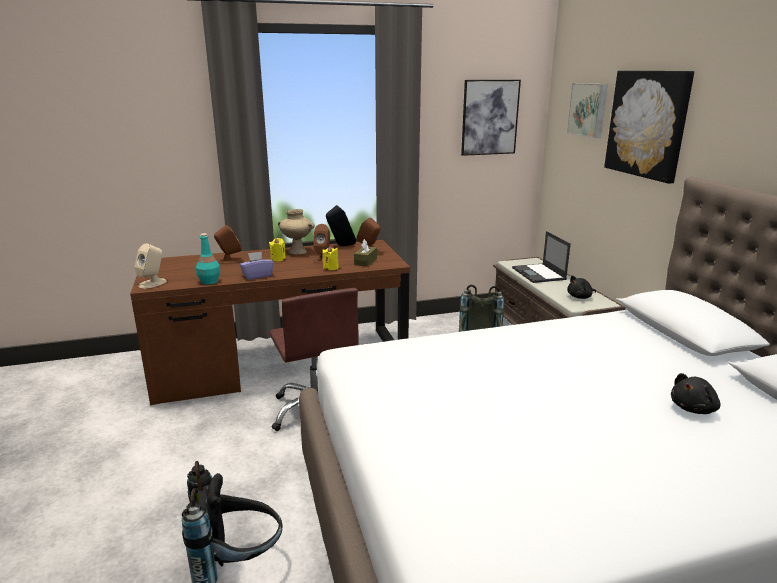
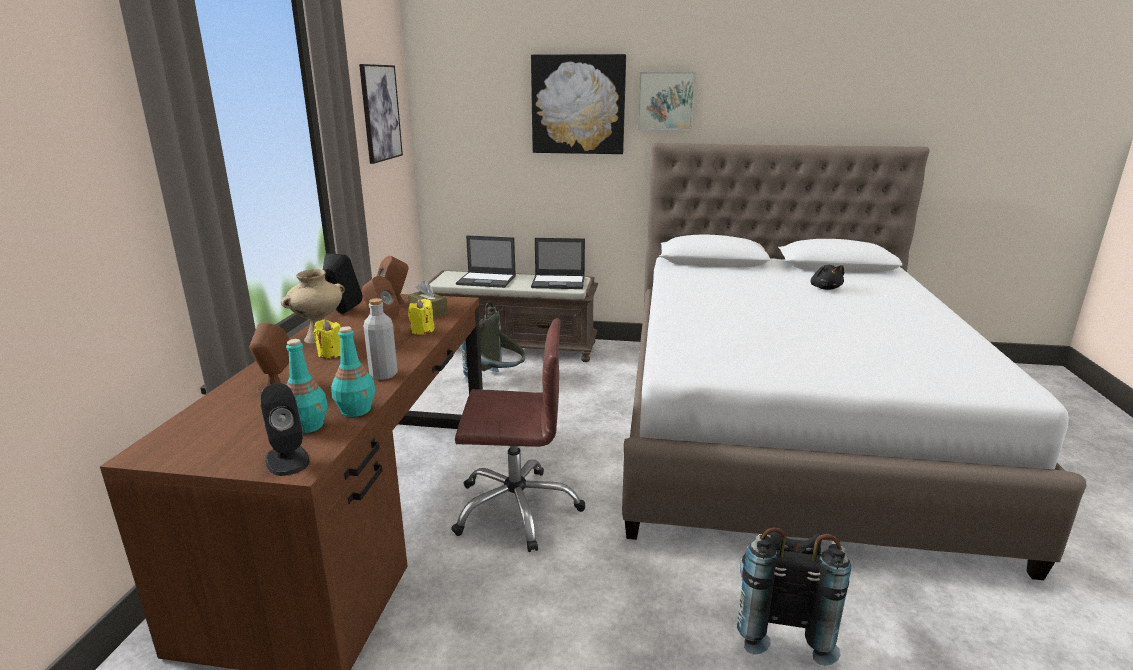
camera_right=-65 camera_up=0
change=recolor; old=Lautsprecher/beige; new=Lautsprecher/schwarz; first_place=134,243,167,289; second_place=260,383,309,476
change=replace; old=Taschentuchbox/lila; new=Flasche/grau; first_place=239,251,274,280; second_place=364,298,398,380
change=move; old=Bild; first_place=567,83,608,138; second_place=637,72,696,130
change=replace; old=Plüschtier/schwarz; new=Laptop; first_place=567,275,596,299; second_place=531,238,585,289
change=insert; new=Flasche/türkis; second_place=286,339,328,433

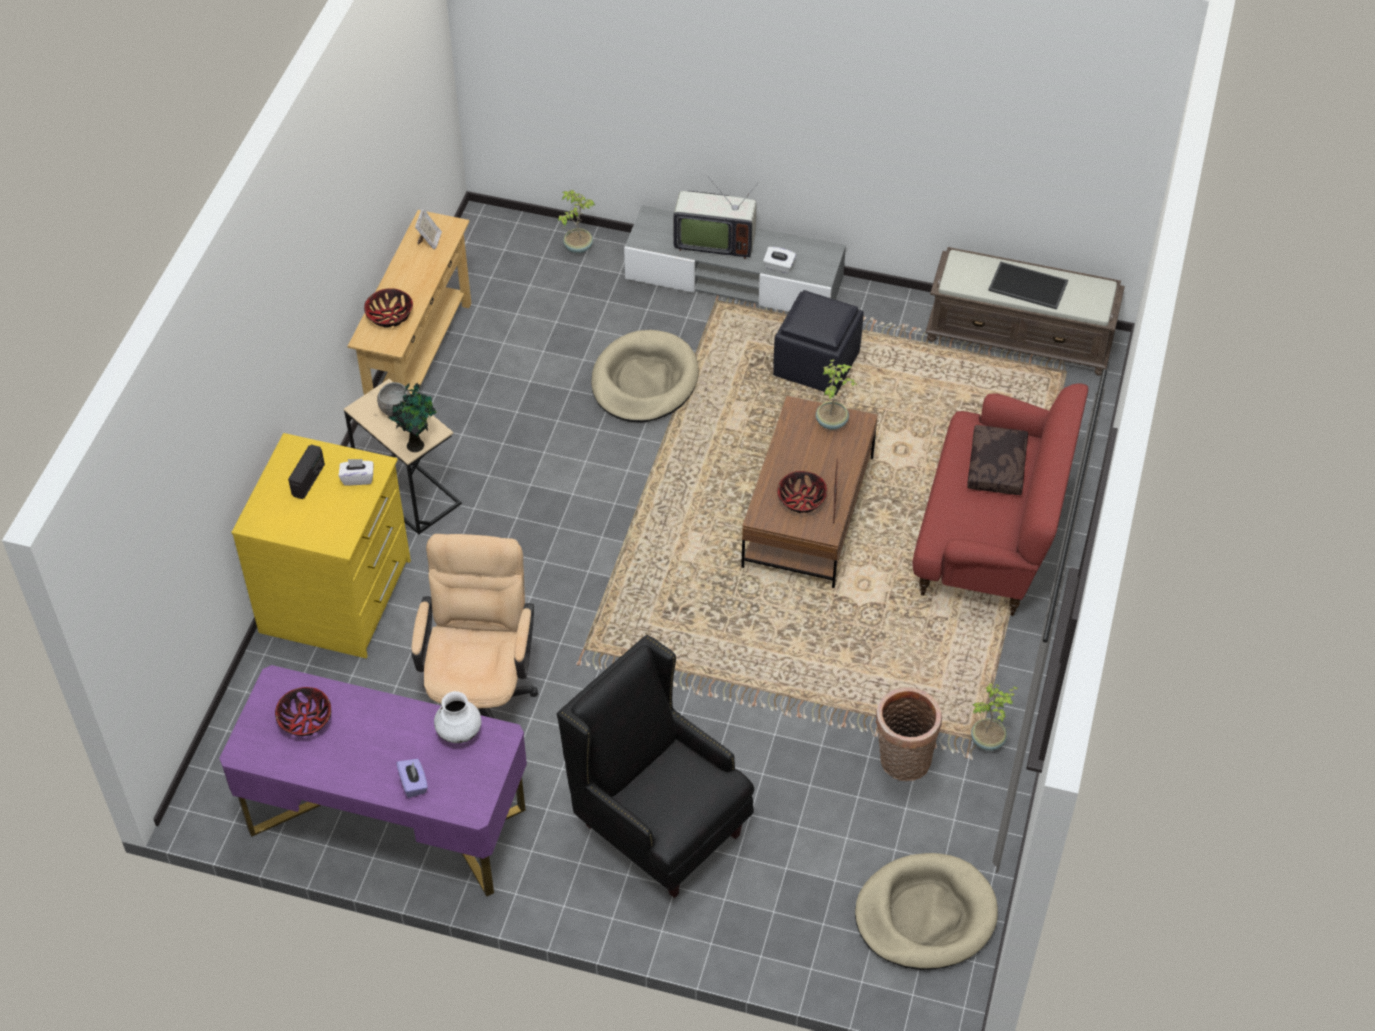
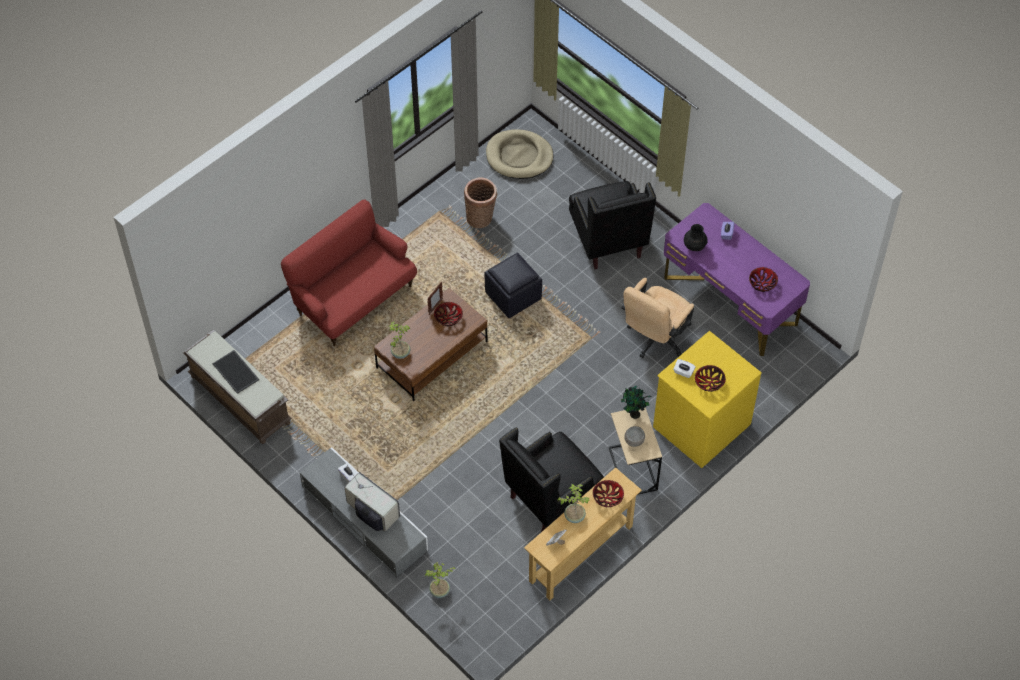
camera_right=-150 camera_up=5
change=replace; old=Radio; new=Schüssel; first_place=288,444,325,499; second_place=695,365,726,392
change=recolor; old=Vase/weiß; new=Vase/schwarz; first_place=434,691,481,743; second_place=684,224,708,251
change=delete; old=Hundebett/beige; first_place=591,330,699,423
change=move; old=Polsterhocker/schwarz; first_place=773,290,864,395; second_place=485,253,542,318
change=delete; old=Kissen/braun; first_place=967,425,1028,495
change=move; old=Topfpflanze; first_place=971,683,1018,751; second_place=558,484,590,523
change=insert; new=Sessel/schwarz; second_place=499,428,604,532

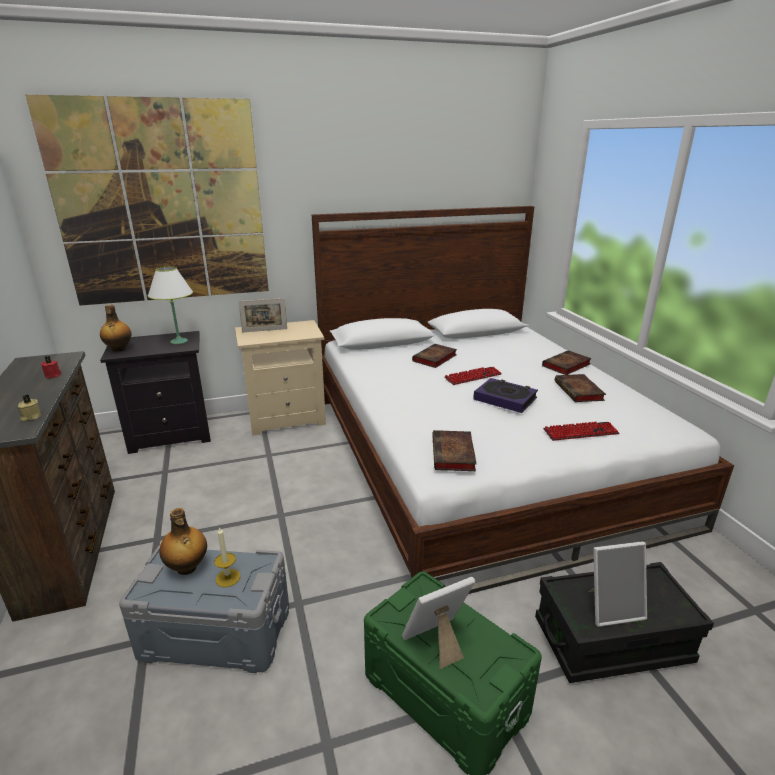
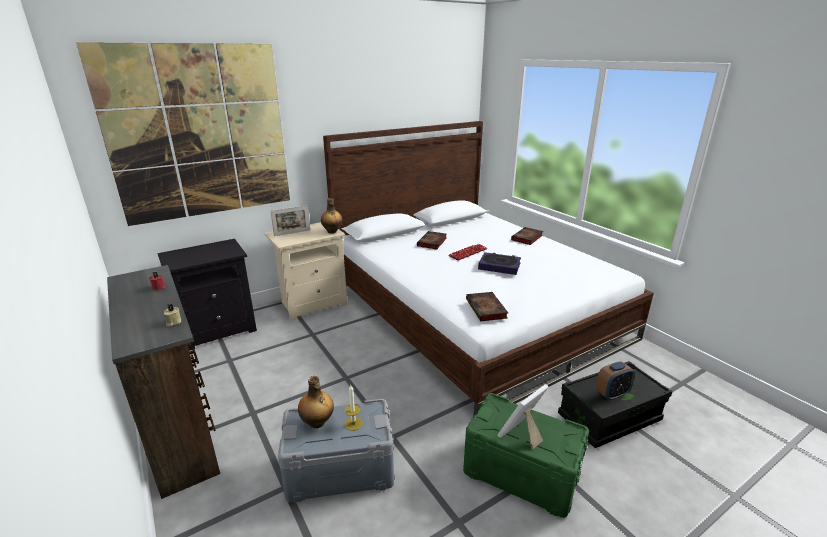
camera_right=-15 camera_up=0
change=move; old=Flasche; first_place=100,305,132,352; second_place=321,198,343,233
change=delete; old=Tischlampe/weiß; first_place=148,267,193,344
change=delete; old=Tastatur; first_place=543,422,619,441
change=delete; old=Buch; first_place=555,374,606,402
change=replace; old=Bilderrahmen; new=Wecker; first_place=589,541,647,627; second_place=595,361,635,401

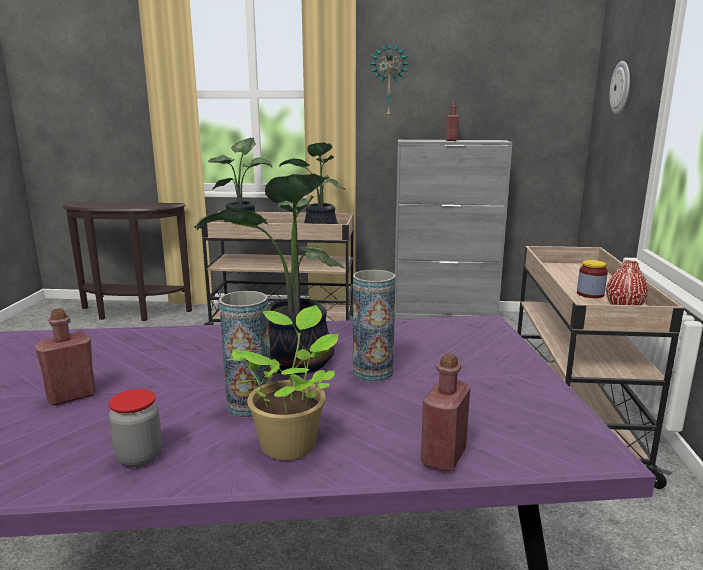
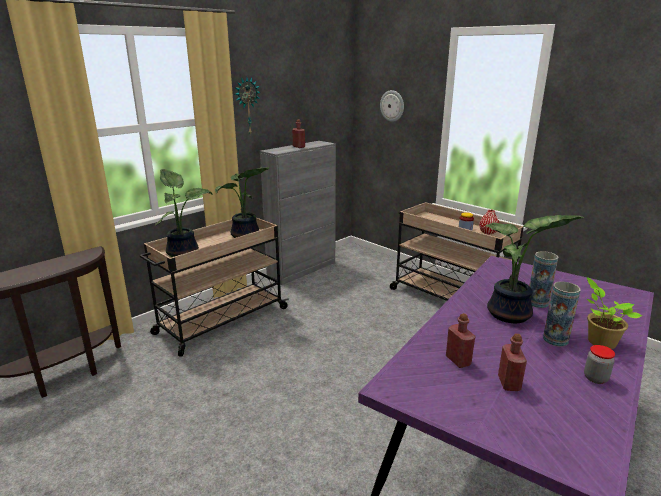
camera_right=-50 camera_up=5
change=move; old=Flasche/rot; first_place=421,353,470,472; second_place=446,313,475,368

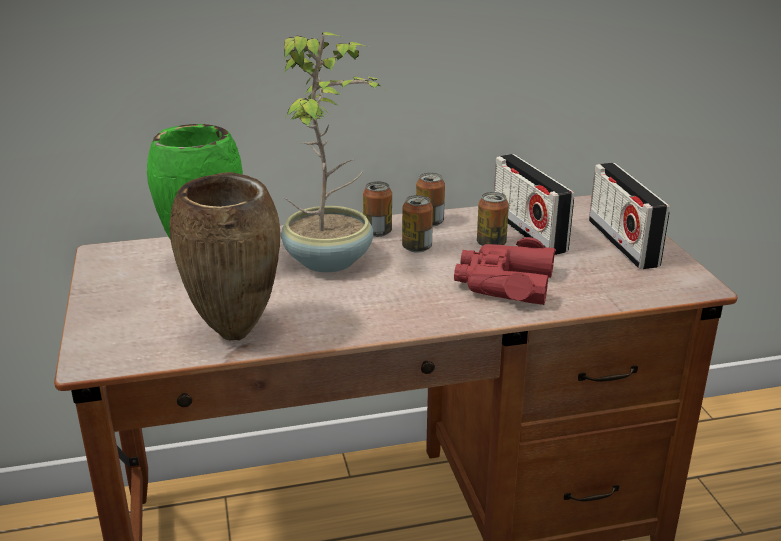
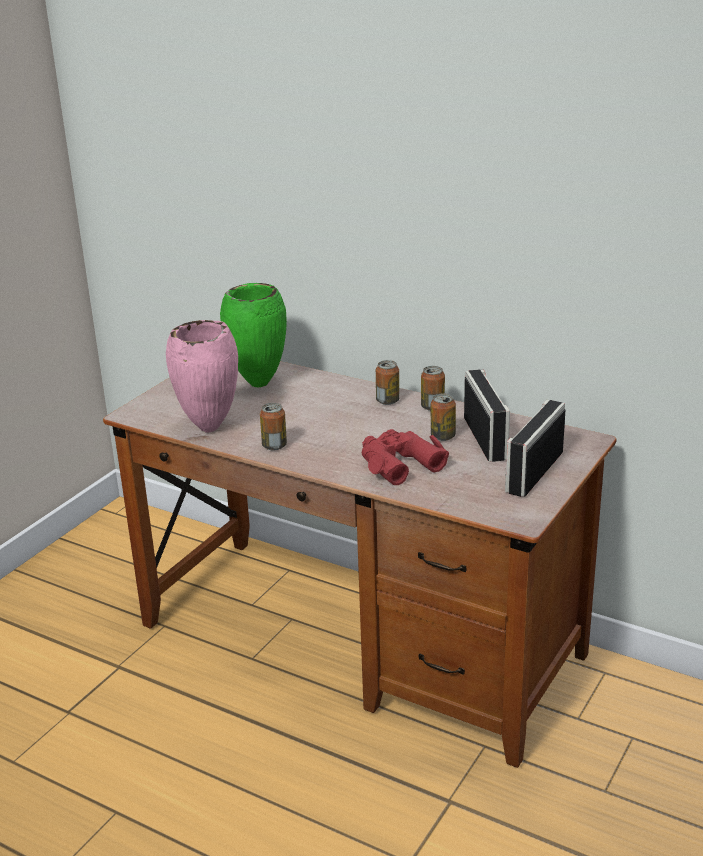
camera_right=45 camera_up=0
change=recolor; old=Vase/braun; new=Vase/rosa; first_place=169,172,281,340; second_place=166,320,238,432
change=delete; old=Topfpflanze; first_place=281,32,384,272
change=move; old=Dose; first_place=402,195,433,253; second_place=260,403,287,450
change=rotate; old=Radio; first_place=494,154,574,255; second_place=464,369,510,462; degrees=150

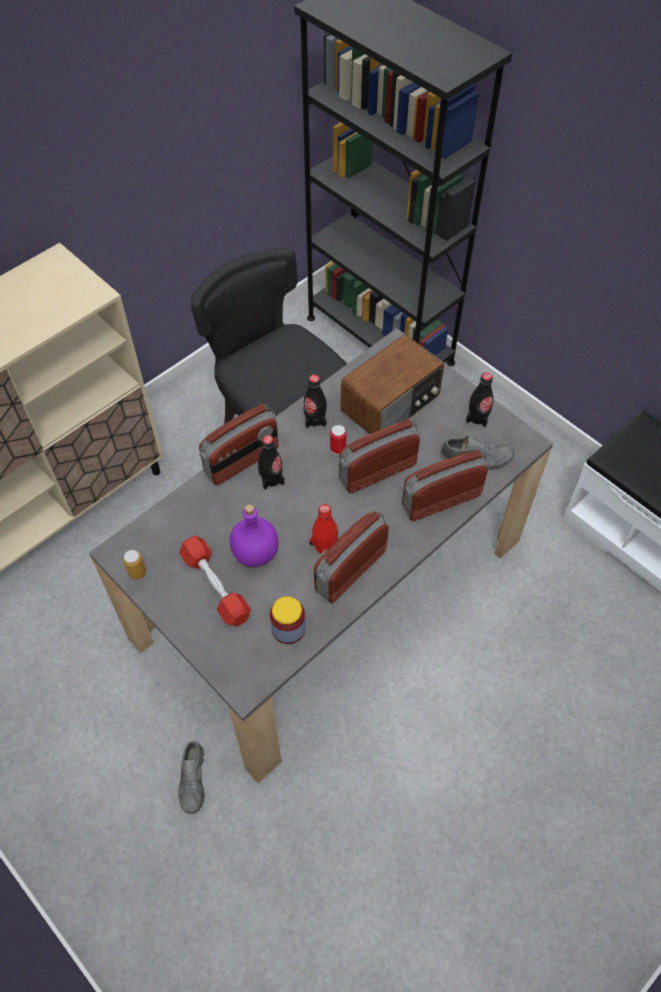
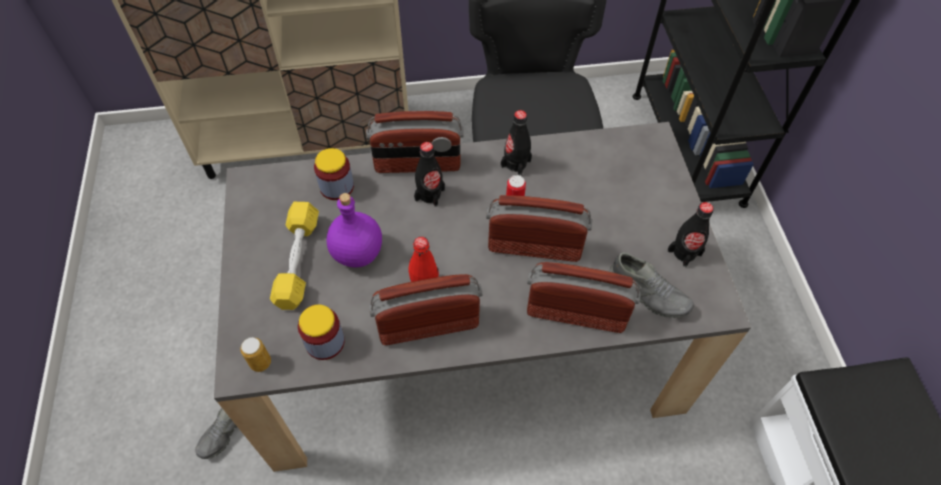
camera_right=35 camera_up=0
change=move; old=Dose; first_place=123,550,146,580; second_place=240,337,271,372
change=recolor; old=Hantel/rot; new=Hantel/gelb; first_place=179,536,251,627; second_place=270,202,319,310
change=delete; old=Radio; first_place=341,334,444,434
change=insert; new=Vorratsglas; second_place=314,148,354,200

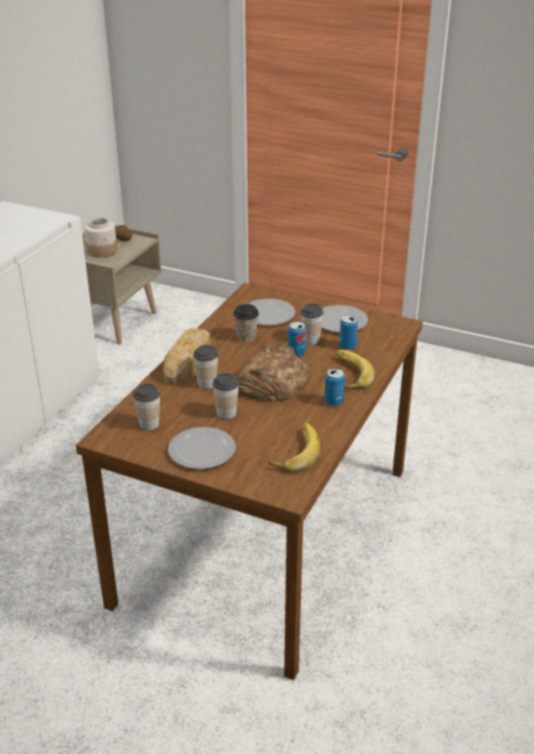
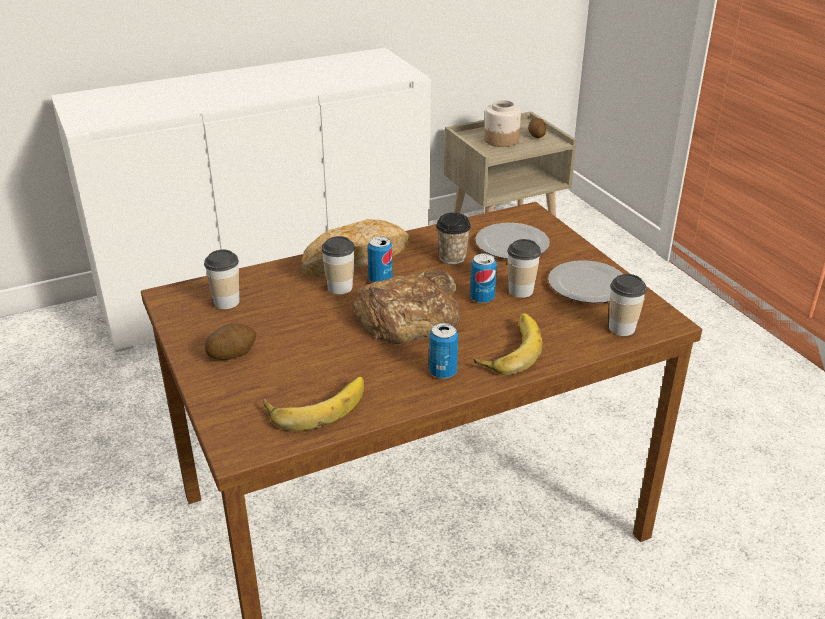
camera_right=40 camera_up=0
change=replace; old=Teller; new=Kartoffel; first_place=168,427,236,469; second_place=205,323,257,360
change=move; old=Tasse; first_place=213,373,239,419; second_place=609,274,647,336
change=move; old=Dose; first_place=339,315,358,350; second_place=367,236,392,283

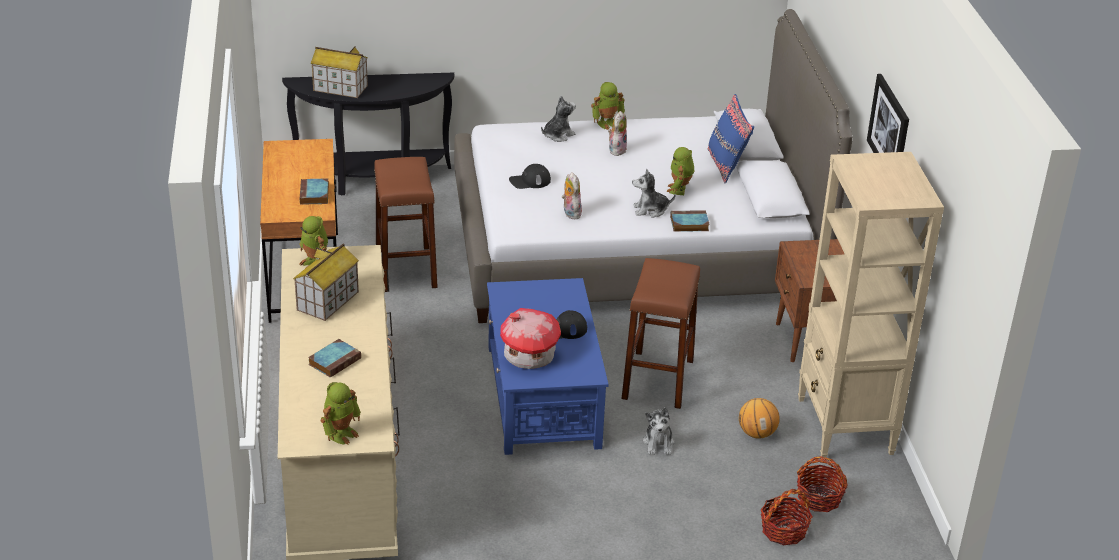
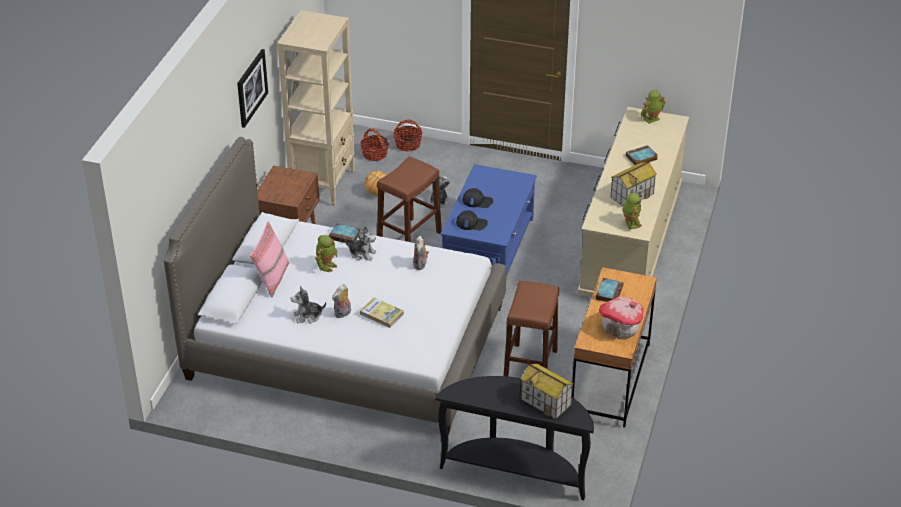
camera_right=-155 camera_up=5
change=move; old=Spielzeughaus; first_place=500,308,561,369; second_place=599,297,643,339
change=move; old=Kappe/schwarz; first_place=509,164,551,189; second_place=456,210,488,230
change=move; old=Plüschtier; first_place=541,95,576,142; second_place=290,286,326,324
change=delete; old=Spielzeugroboter; first_place=591,82,625,130
change=recolor; old=Kissen/blau; new=Kissen/rosa; first_place=708,94,754,183; second_place=250,221,289,298
change=insert; new=Buch; second_place=360,298,404,328

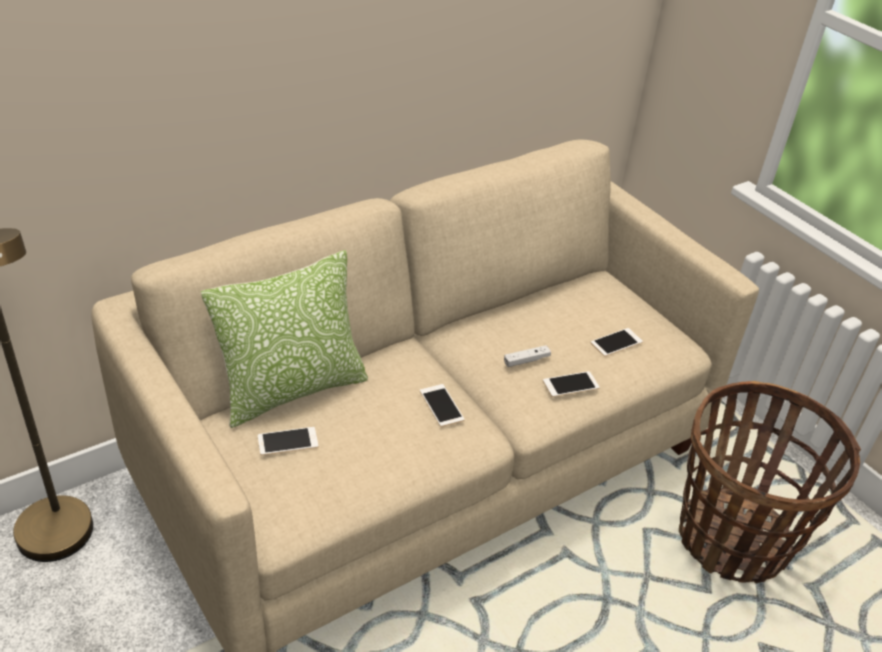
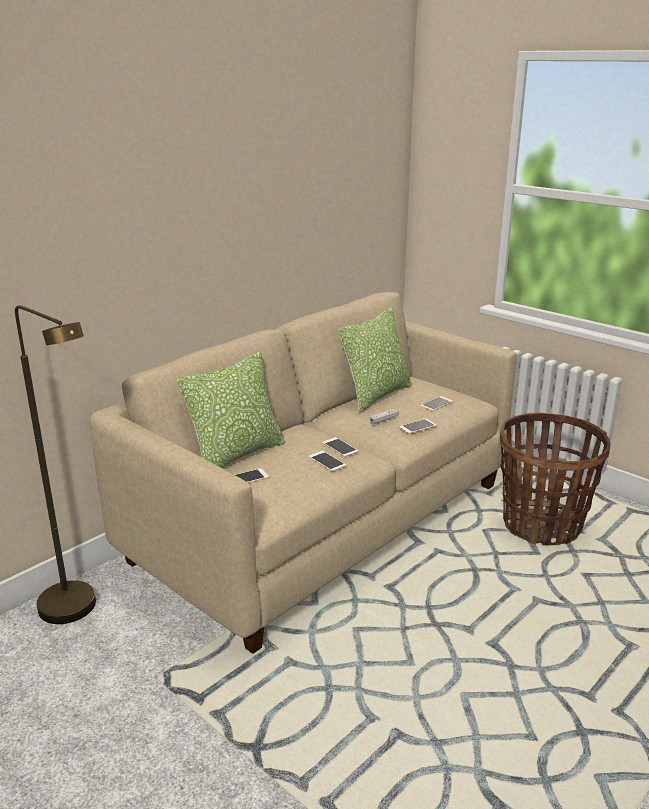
camera_right=-10 camera_up=-15
change=insert; new=Handy; second_place=308,451,346,471
change=insert; new=Kissen; second_place=338,307,412,413

